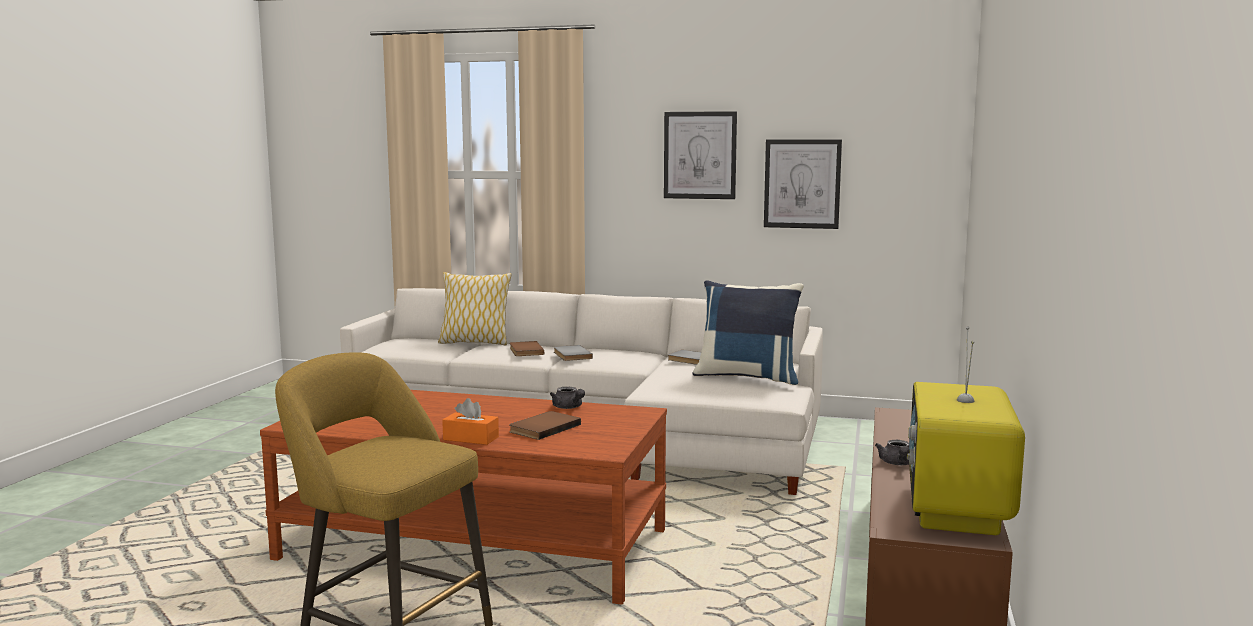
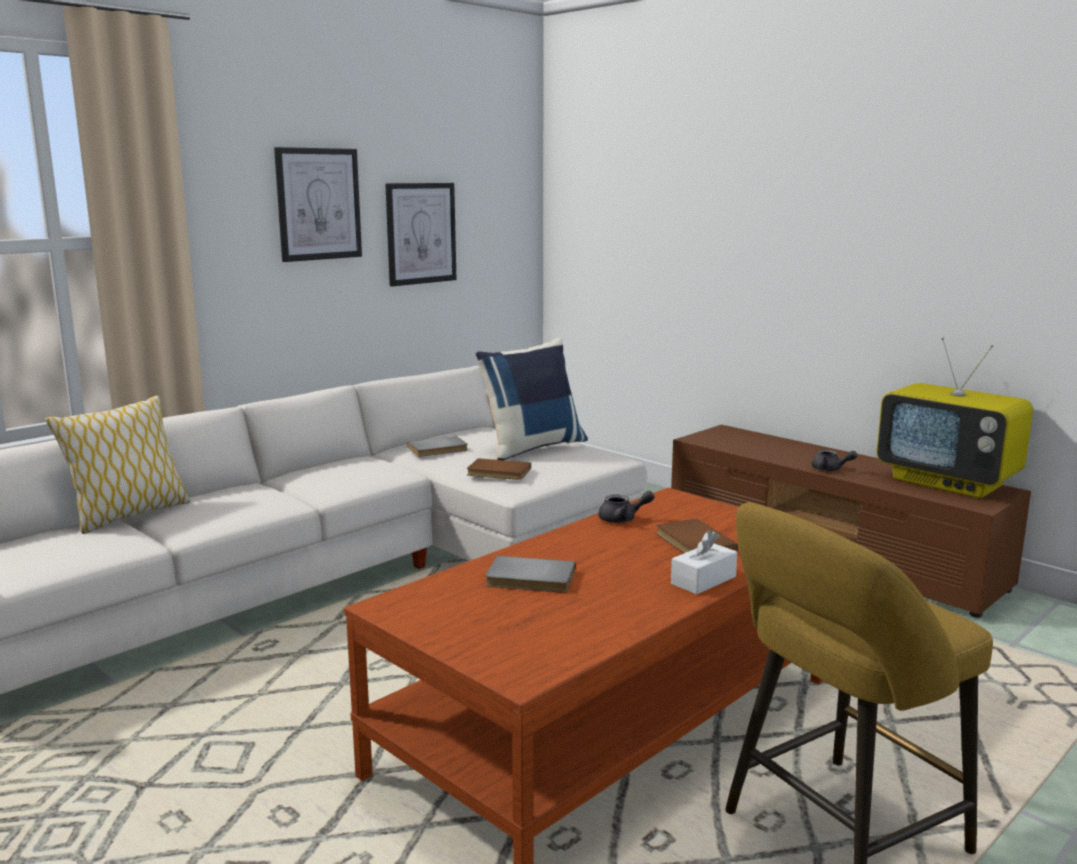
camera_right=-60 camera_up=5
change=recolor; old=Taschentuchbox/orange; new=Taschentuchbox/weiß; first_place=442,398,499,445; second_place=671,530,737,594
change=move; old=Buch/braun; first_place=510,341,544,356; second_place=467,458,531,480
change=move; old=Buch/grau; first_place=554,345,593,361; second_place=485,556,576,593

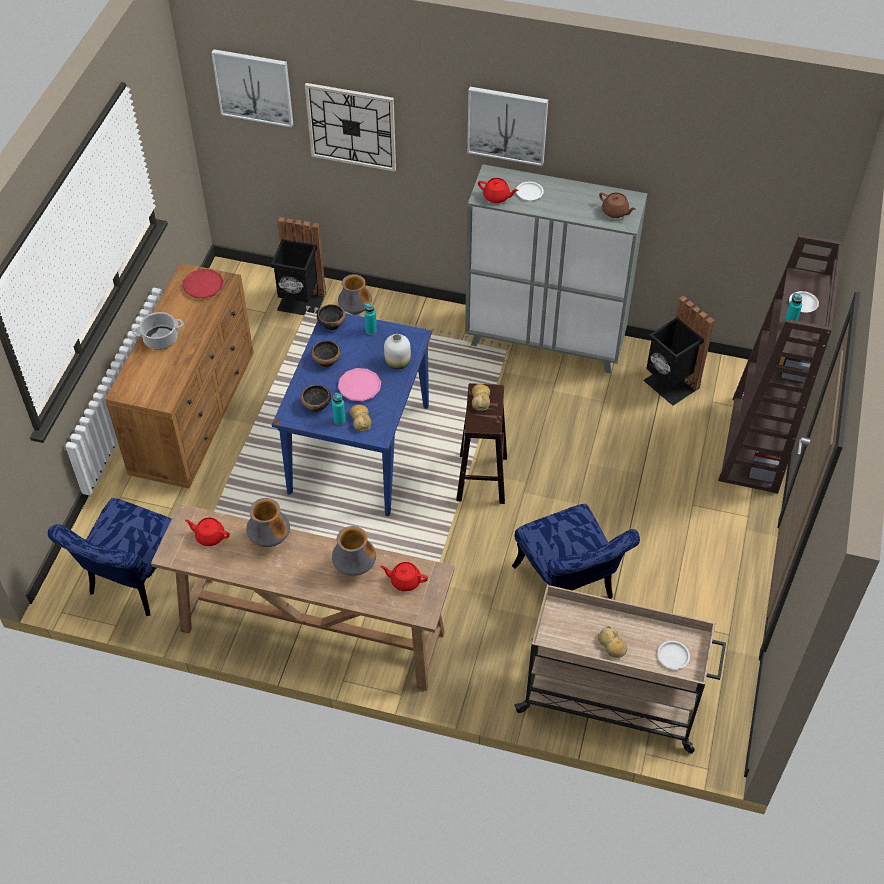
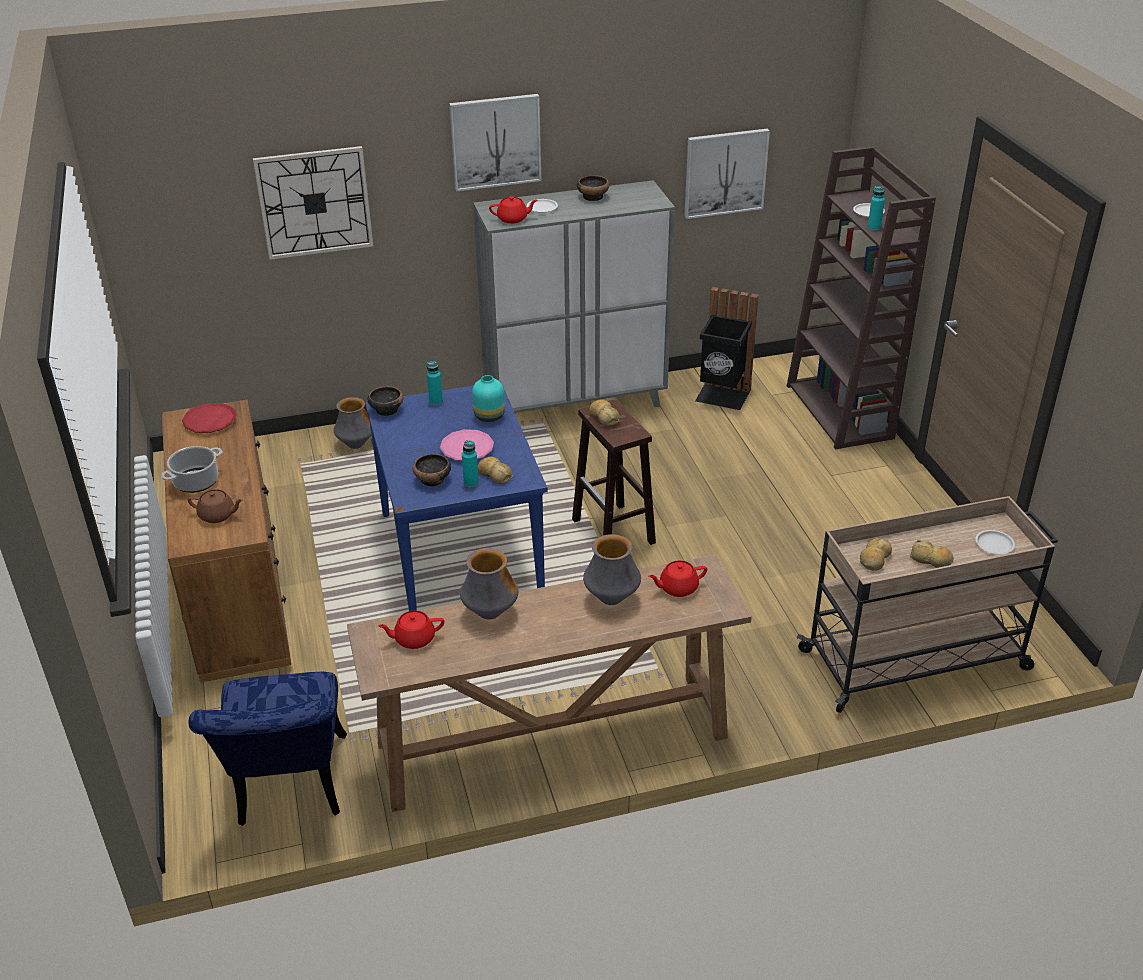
camera_right=-30 camera_up=-15
change=move; old=Bild; first_place=211,49,293,128; second_place=684,129,770,219
change=delete; old=Mülleimer/schwarz; first_place=271,217,326,315
change=move; old=Schüssel; first_place=311,340,341,367; second_place=577,175,610,201
change=recolor; old=Vase/weiß; new=Vase/türkis; first_place=384,334,411,370; second_place=472,375,505,422
change=delete; old=Stuhl/blau; first_place=512,504,640,599
change=move; old=Teekanne/braun; first_place=599,192,636,218; second_place=187,489,243,523
change=insert; new=Brot; second_place=860,538,892,571

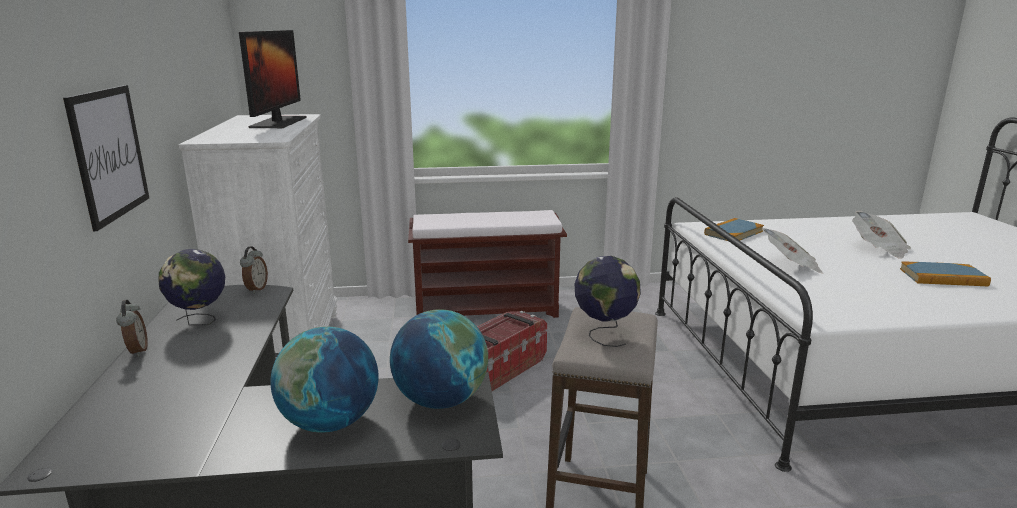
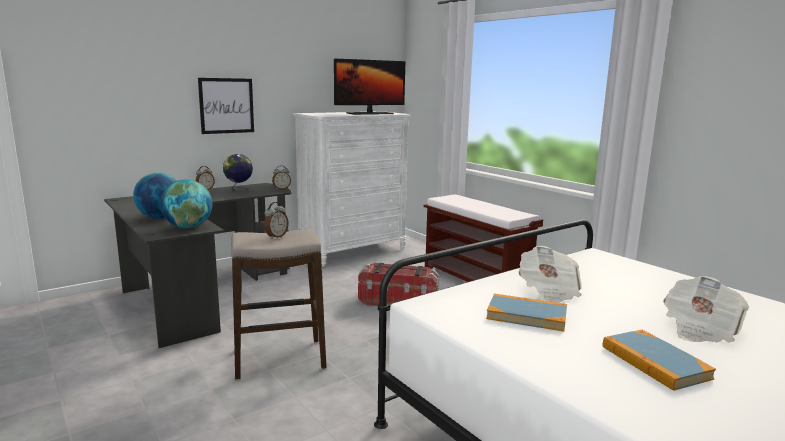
camera_right=60 camera_up=-5
change=replace; old=Globus; new=Wecker; first_place=575,256,641,347; second_place=264,202,288,239
change=move; old=Buch; first_place=704,218,764,241; second_place=486,293,567,332

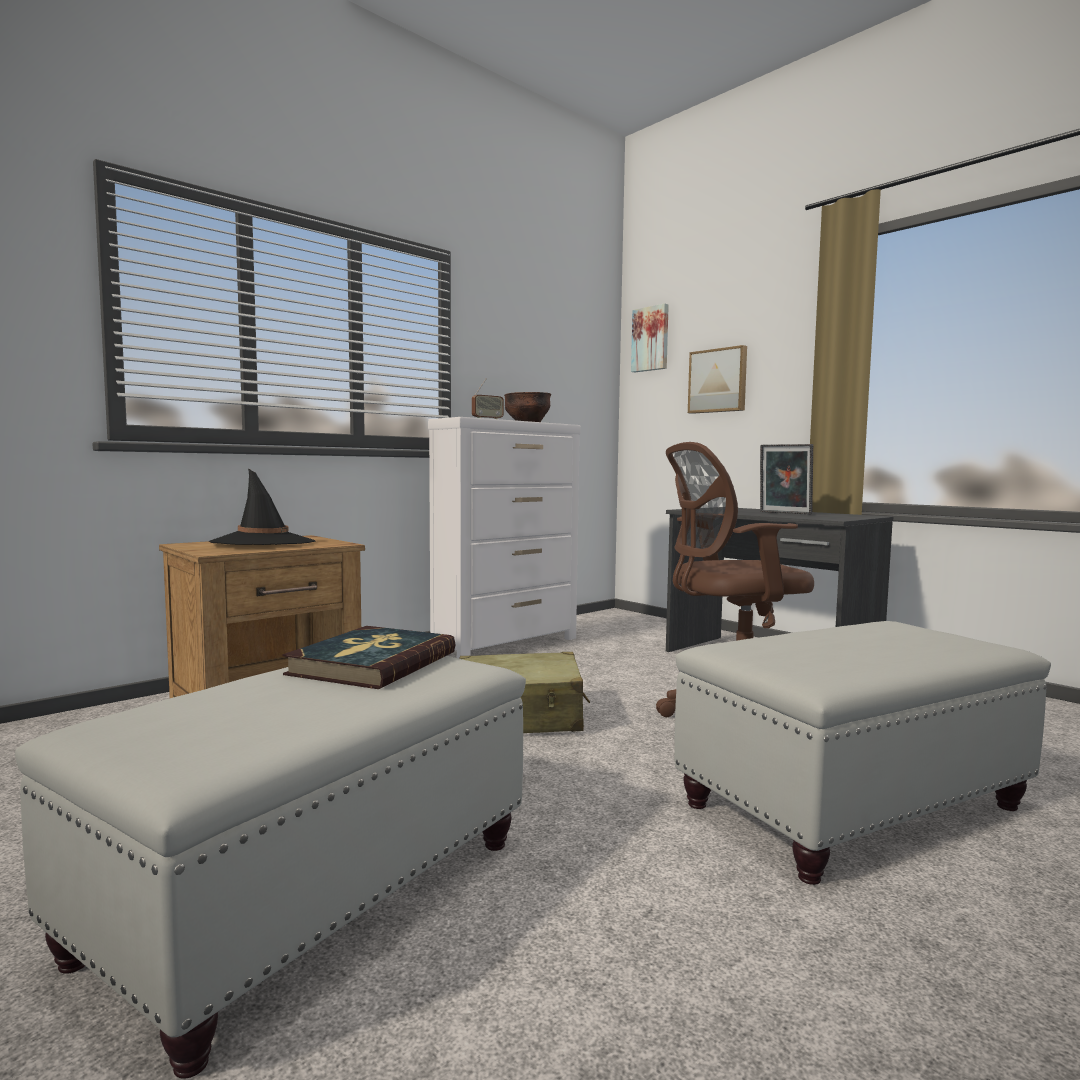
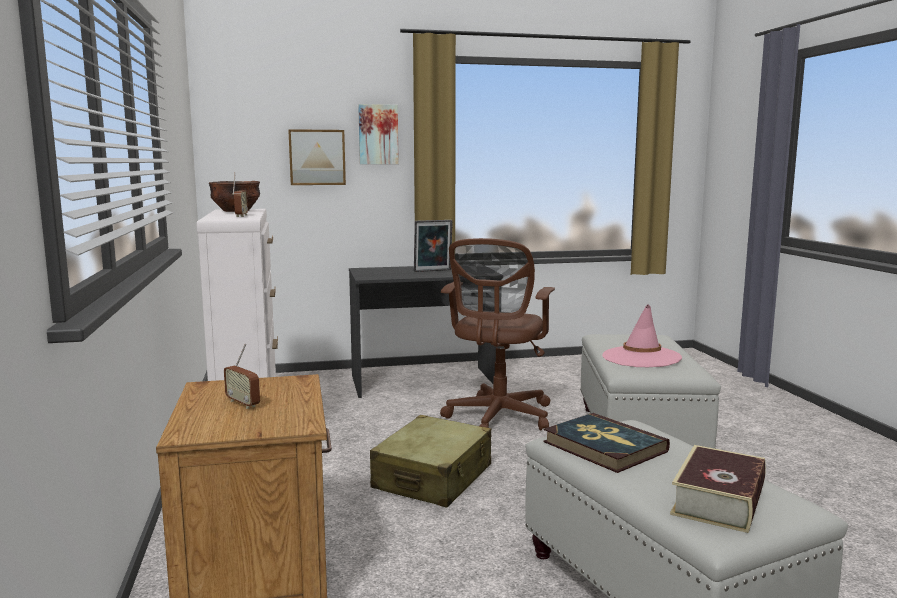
camera_right=-60 camera_up=5
change=replace; old=Hut/schwarz; new=Radio; first_place=209,468,315,545; second_place=224,343,260,409
change=move; old=Bild; first_place=631,303,669,372; second_place=358,104,399,164
change=insert; new=Hut/rosa; second_place=602,304,682,368
change=insert; new=Buch; second_place=670,445,766,533

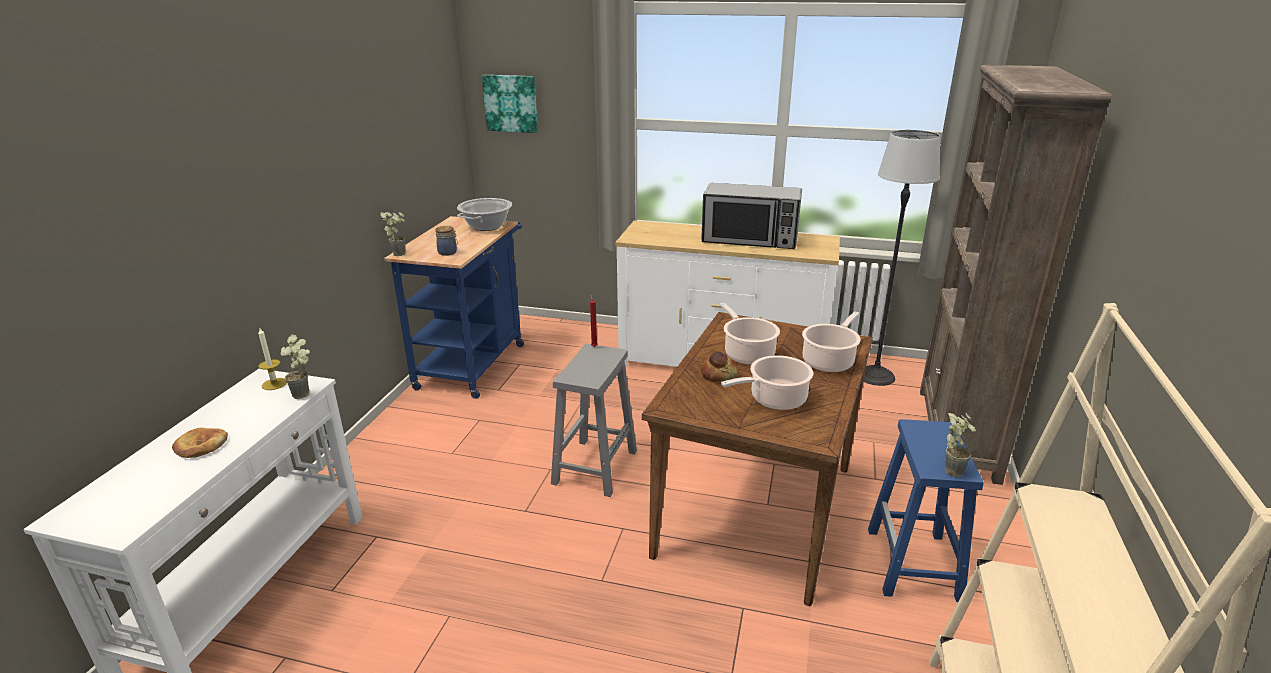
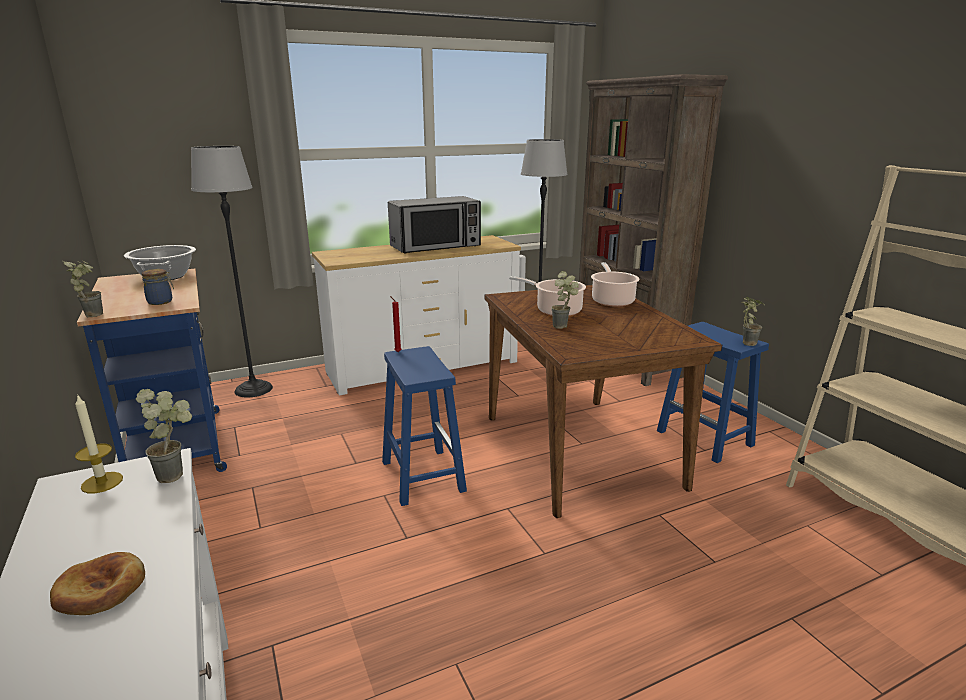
camera_right=-40 camera_up=-5
change=delete; old=Bild; first_place=482,75,538,133
change=recolor; old=Hocker/grau; new=Hocker/blau; first_place=551,344,637,497; second_place=382,346,467,506
change=replace; old=Brot; new=Topfpflanze; first_place=701,351,738,382; second_place=551,271,579,329
change=delete; old=Kochtopf; first_place=721,355,813,410
change=insert; new=Stehlampe; second_place=191,146,273,398

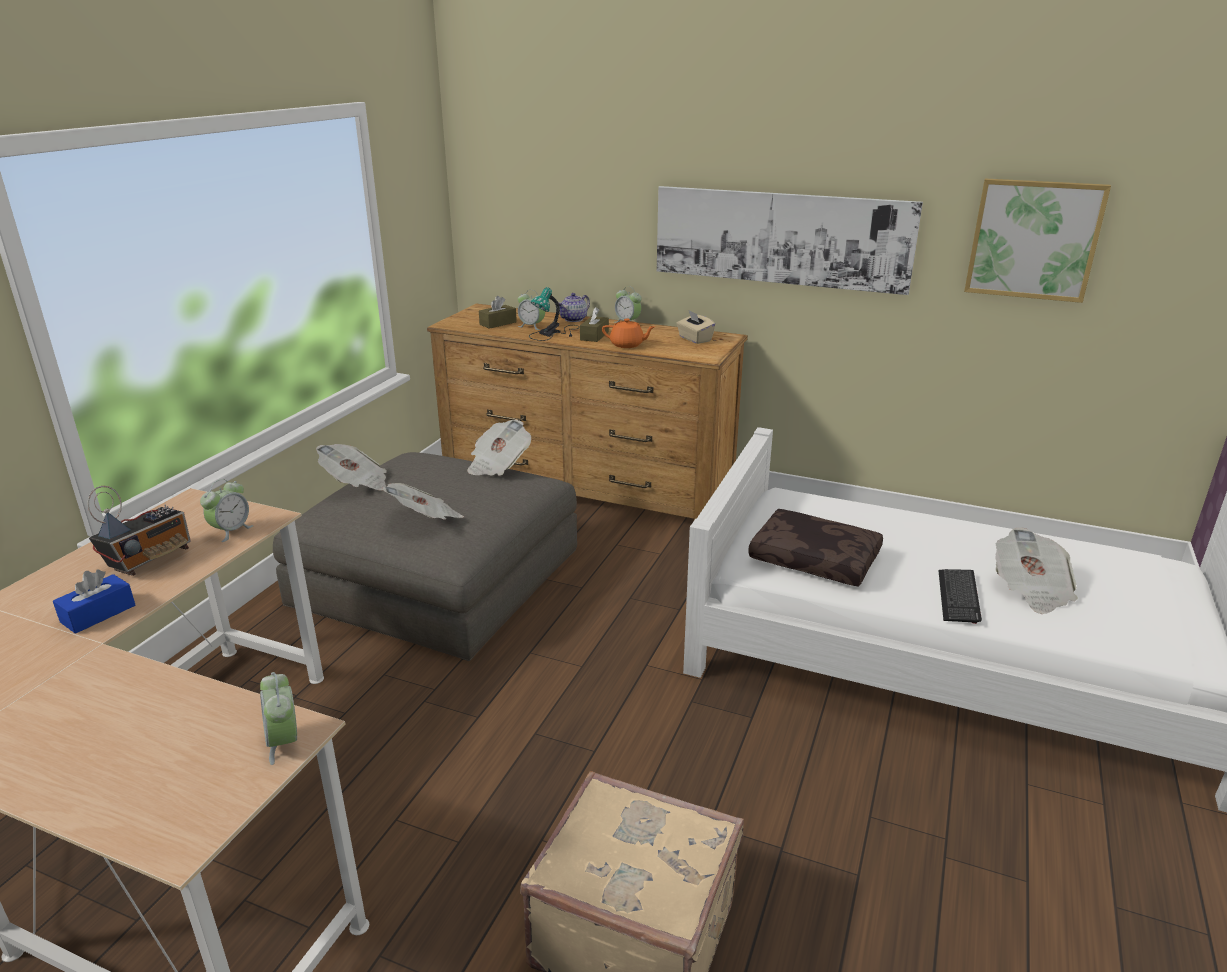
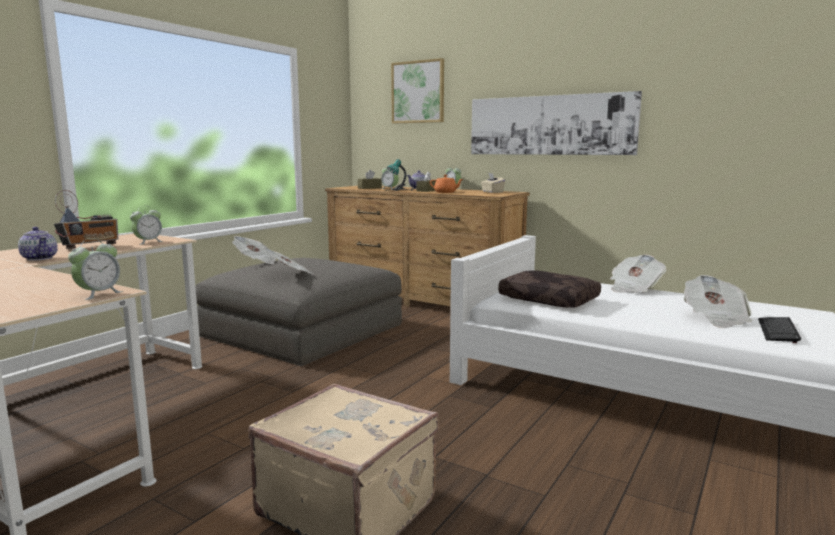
camera_right=10 camera_up=-15
change=replace; old=Taschentuchbox/blau; new=Teekanne; first_place=53,569,135,634; second_place=18,227,58,261
change=rotate; old=Wecker; first_place=260,672,297,765; second_place=68,238,123,300; degrees=-135
change=move; old=Zeitung; first_place=467,420,531,476; second_place=610,255,666,293
change=move; old=Tastatur; first_place=939,569,982,624; second_place=758,317,801,343
change=move; old=Bild; first_place=964,178,1111,303; second_place=391,58,444,123

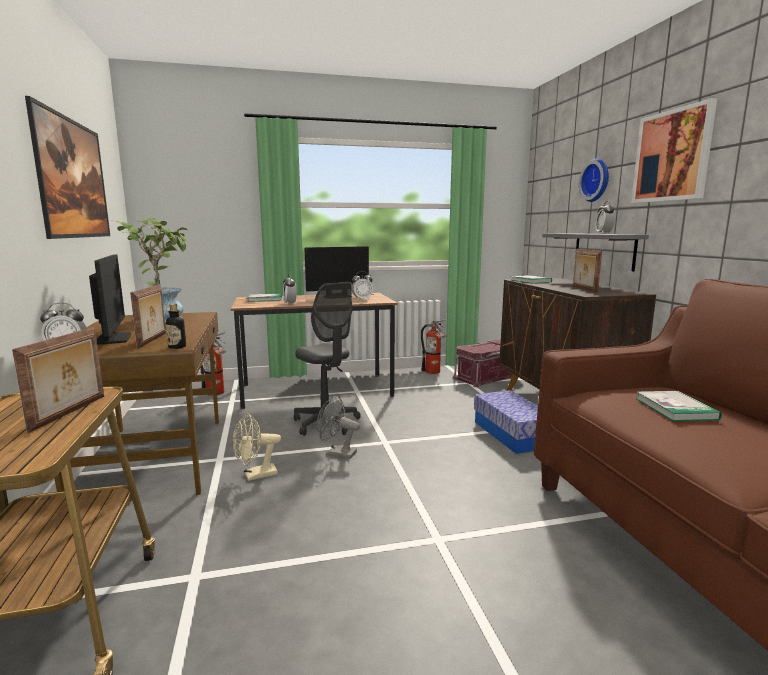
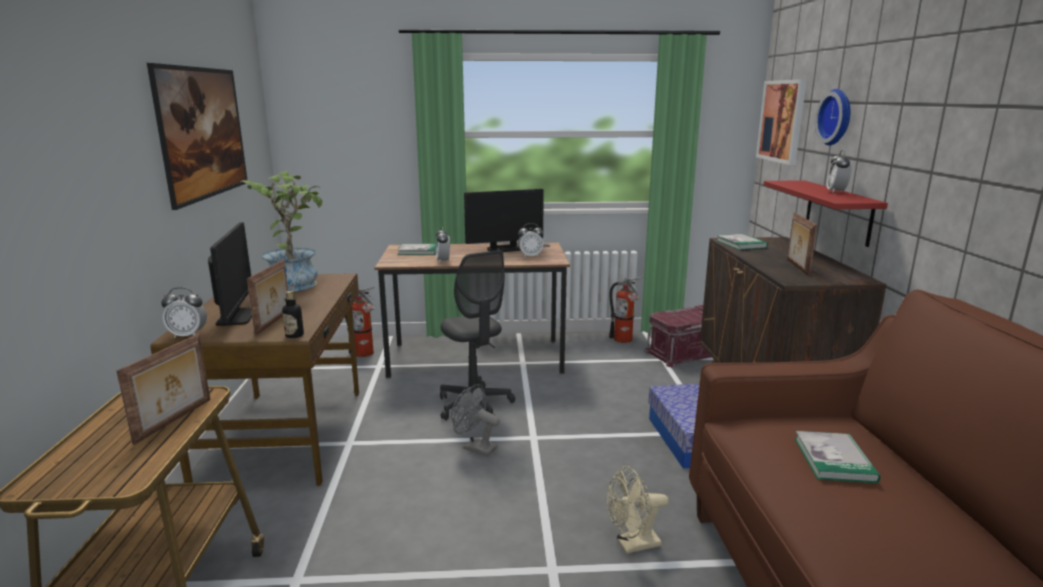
camera_right=10 camera_up=5
change=move; old=Ventilator/beige; first_place=233,413,281,481; second_place=607,466,669,554
change=recolor; old=Wandregal/grau; new=Wandregal/rot; first_place=542,233,649,272; second_place=764,180,888,247
change=move; old=Bild; first_place=631,98,717,203; second_place=756,79,807,165

